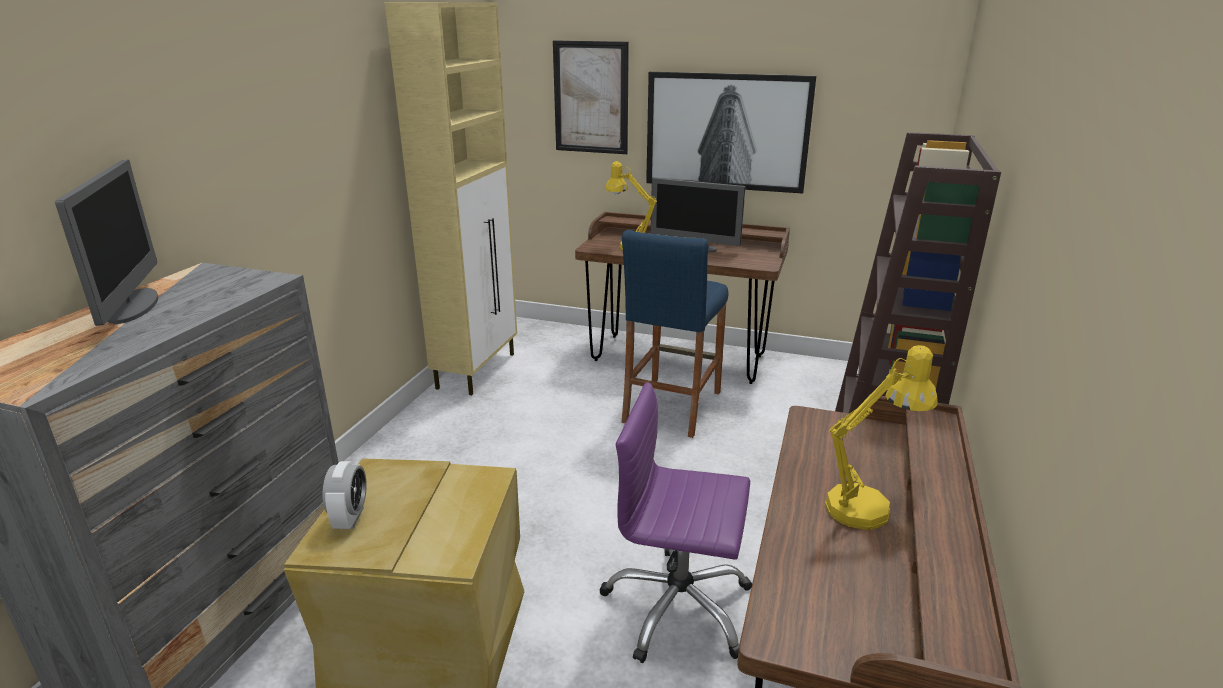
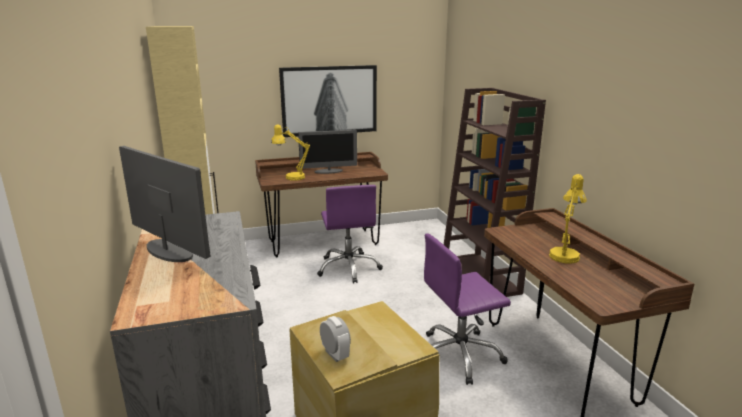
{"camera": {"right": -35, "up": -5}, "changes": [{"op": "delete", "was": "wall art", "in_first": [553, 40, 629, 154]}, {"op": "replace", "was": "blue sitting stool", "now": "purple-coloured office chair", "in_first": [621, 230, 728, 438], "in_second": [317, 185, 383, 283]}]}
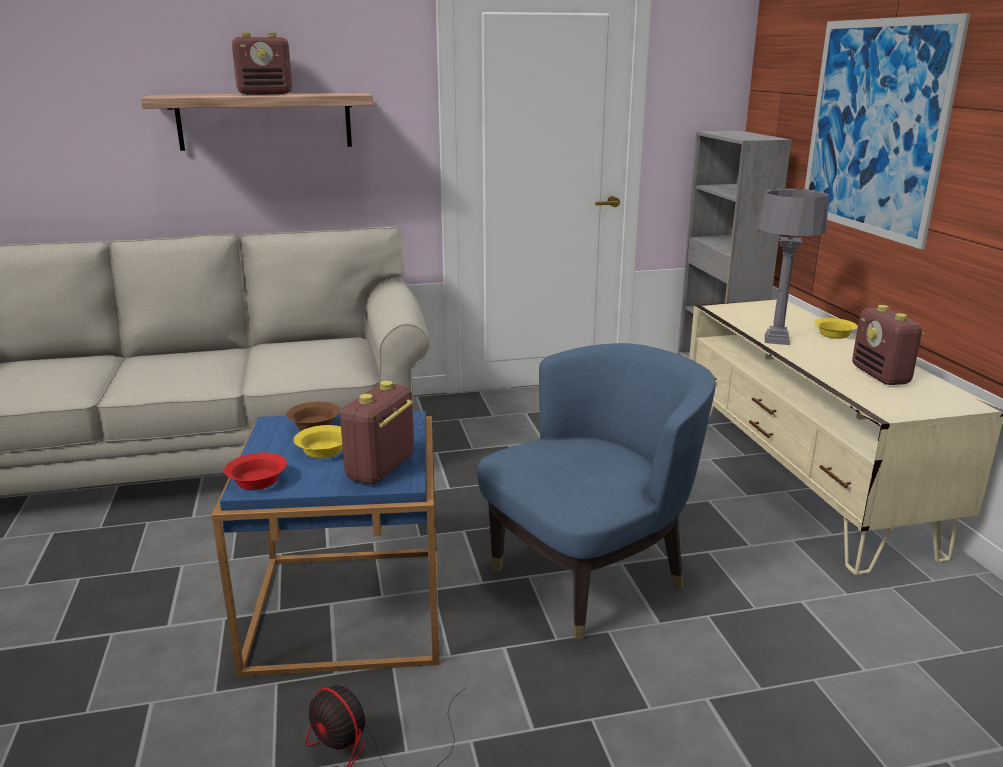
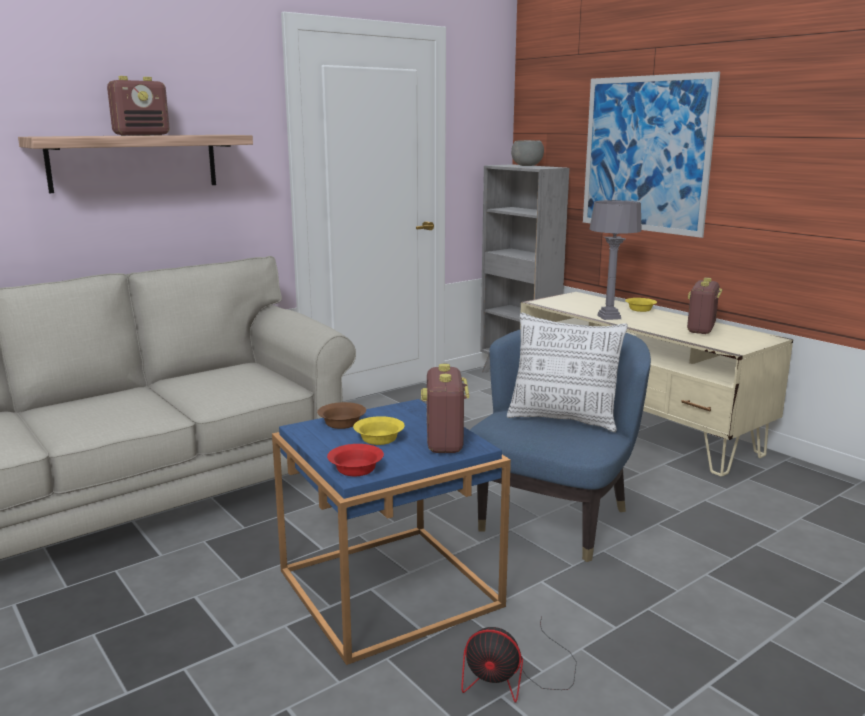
{"camera": {"right": -25, "up": -5}, "changes": [{"op": "insert", "now": "pillow", "in_second": [507, 313, 628, 432]}, {"op": "insert", "now": "greyish serving bowl", "in_second": [511, 140, 544, 166]}, {"op": "rotate", "was": "radio receiver", "in_first": [852, 305, 925, 385], "in_second": [687, 278, 722, 334], "clockwise": 60}]}
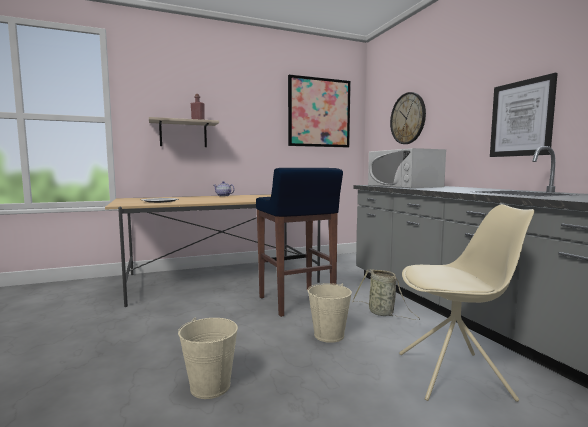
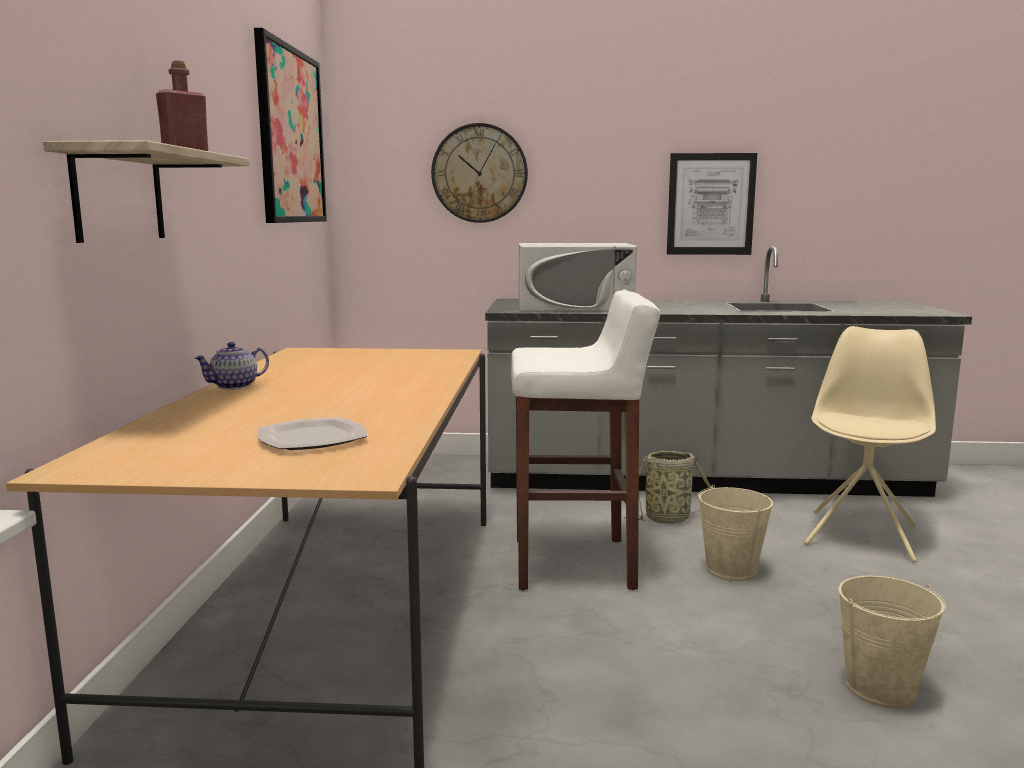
{"camera": {"right": -65, "up": 5}, "changes": [{"op": "recolor", "was": "blue sitting stool", "now": "white sitting stool", "in_first": [256, 168, 343, 317], "in_second": [511, 290, 660, 591]}]}
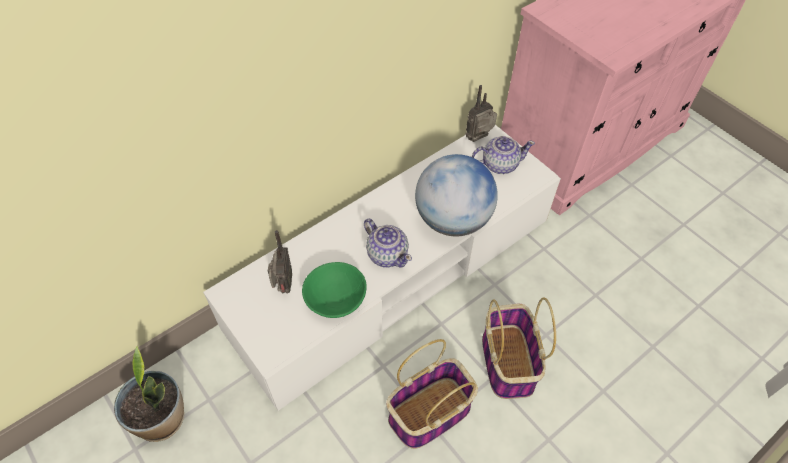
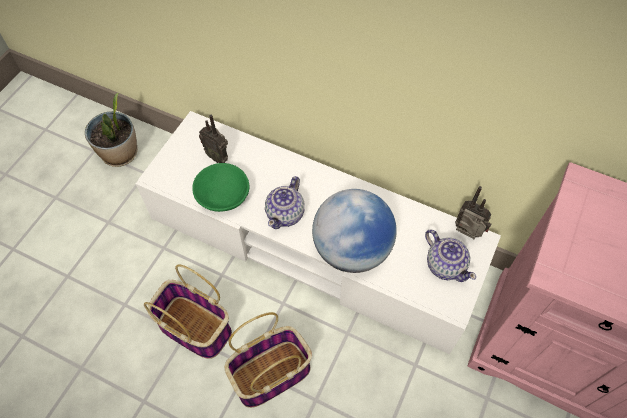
{"camera": {"right": 65, "up": 5}, "changes": [{"op": "rotate", "was": "radio receiver", "in_first": [268, 230, 292, 294], "in_second": [199, 115, 228, 163], "clockwise": 60}]}
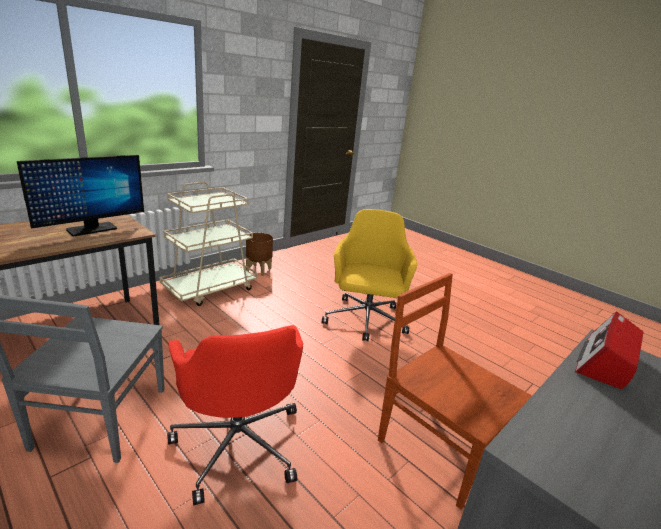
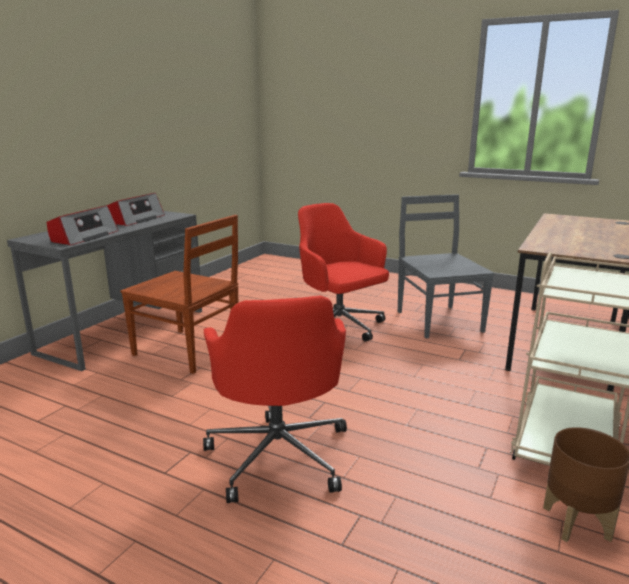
{"camera": {"right": 165, "up": -5}, "changes": [{"op": "delete", "was": "computer display", "in_first": [17, 155, 144, 236]}, {"op": "insert", "now": "radio receiver", "in_second": [107, 193, 165, 226]}, {"op": "recolor", "was": "yellow office chair", "now": "red office chair", "in_first": [322, 209, 417, 341], "in_second": [203, 296, 347, 503]}]}
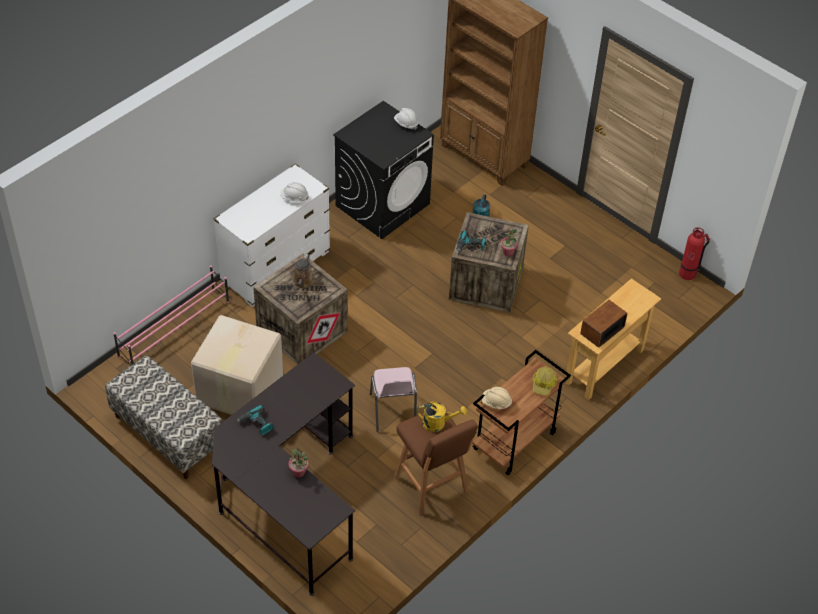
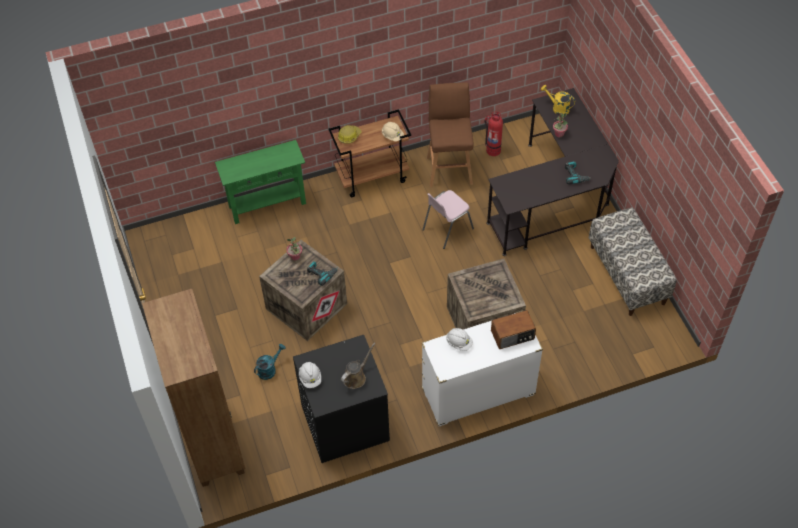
{"camera": {"right": -150, "up": 5}, "changes": [{"op": "delete", "was": "pink-coloured shoe shelf", "in_first": [113, 265, 229, 366]}, {"op": "delete", "was": "packing box", "in_first": [191, 315, 283, 415]}, {"op": "move", "was": "brownish watering can", "in_first": [292, 254, 315, 289], "in_second": [341, 343, 375, 389]}, {"op": "move", "was": "yellow watering can", "in_first": [417, 402, 467, 432], "in_second": [541, 85, 575, 115]}, {"op": "move", "was": "radio receiver", "in_first": [580, 300, 628, 348], "in_second": [491, 310, 536, 349]}, {"op": "move", "was": "fire-fighting cylinder", "in_first": [679, 227, 710, 280], "in_second": [485, 111, 503, 156]}, {"op": "recolor", "was": "beige narrow table", "now": "green narrow table", "in_first": [566, 278, 661, 400], "in_second": [215, 140, 306, 224]}, {"op": "rotate", "was": "pink-coloured chair", "in_first": [370, 367, 417, 432], "in_second": [422, 190, 474, 249], "clockwise": -150}]}
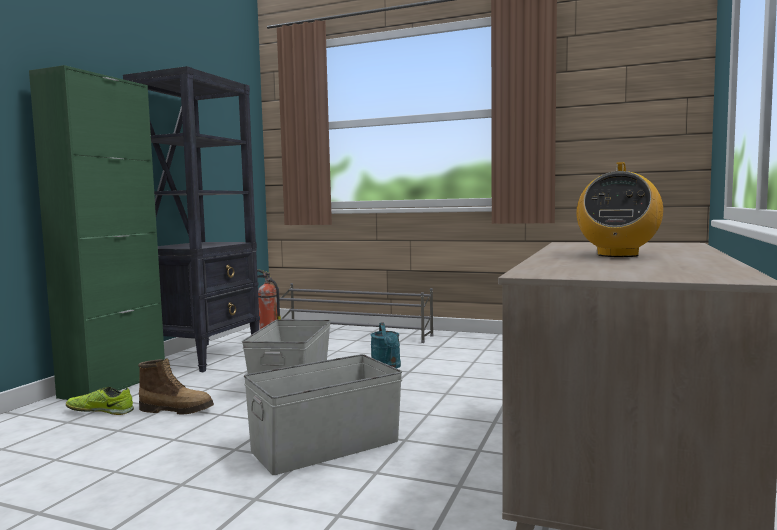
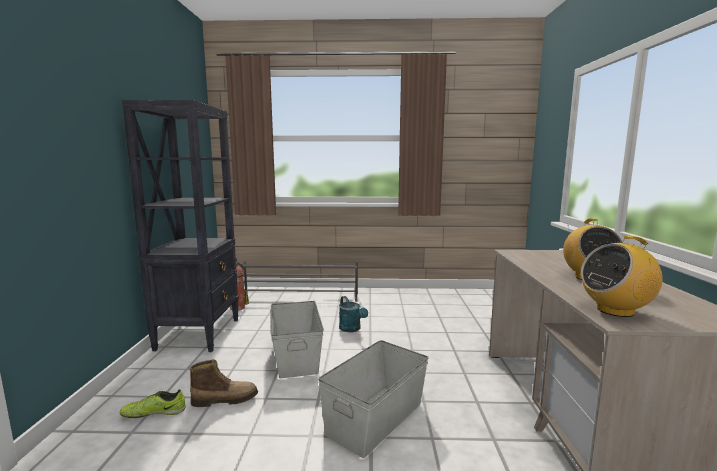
{"camera": {"right": -20, "up": 5}, "changes": [{"op": "delete", "was": "green storage cabinet", "in_first": [29, 65, 165, 400]}, {"op": "insert", "now": "radio receiver", "in_second": [581, 235, 663, 317]}]}
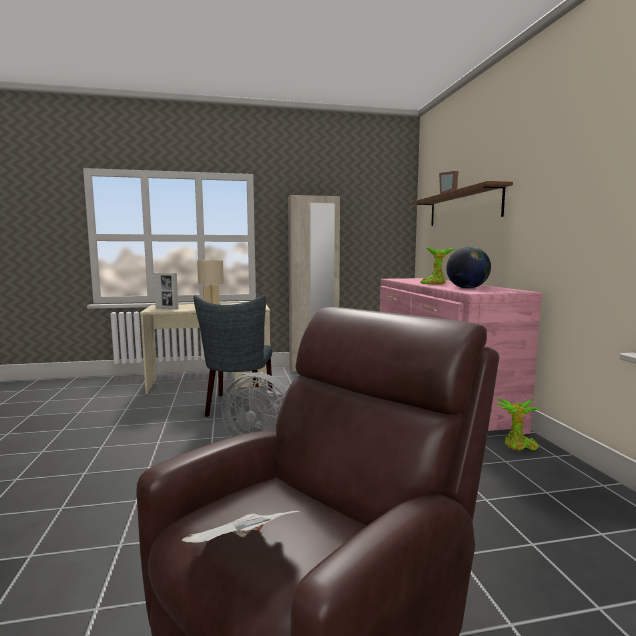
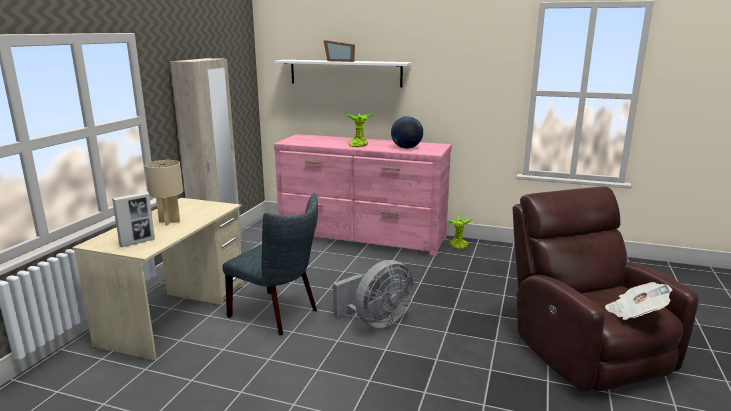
{"camera": {"right": -60, "up": 10}, "changes": [{"op": "recolor", "was": "brownish wall shelf", "now": "white wall shelf", "in_first": [410, 181, 513, 226], "in_second": [274, 60, 412, 87]}]}
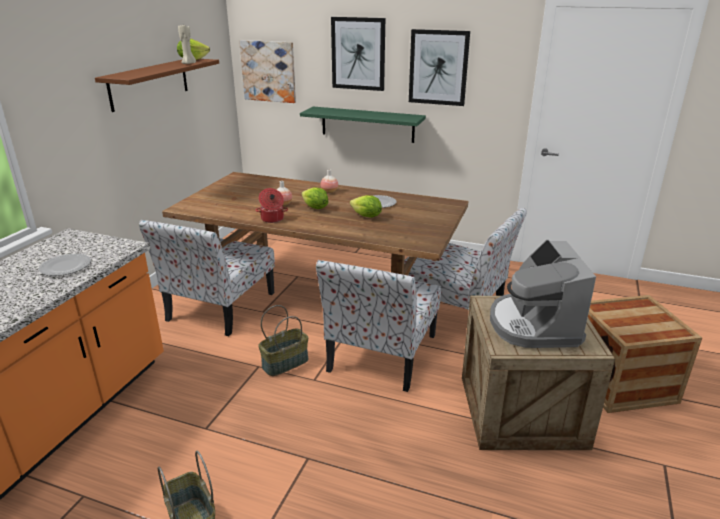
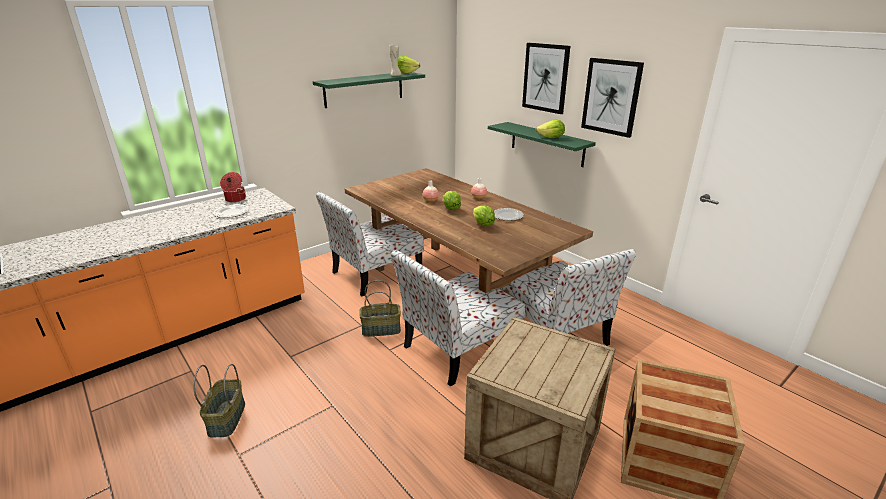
{"camera": {"right": 30, "up": 0}, "changes": [{"op": "delete", "was": "wall art", "in_first": [239, 40, 296, 103]}, {"op": "delete", "was": "coffee brewer", "in_first": [490, 240, 596, 348]}, {"op": "insert", "now": "lettuce", "in_second": [536, 120, 565, 138]}, {"op": "move", "was": "saucepot", "in_first": [256, 188, 288, 223], "in_second": [220, 172, 246, 202]}, {"op": "recolor", "was": "brownish wall shelf", "now": "green wall shelf", "in_first": [95, 59, 219, 112], "in_second": [313, 72, 425, 108]}]}
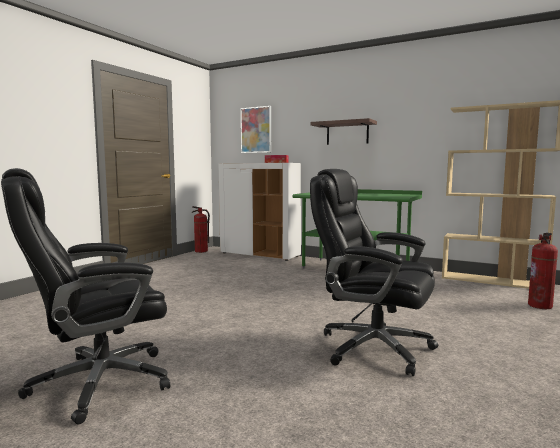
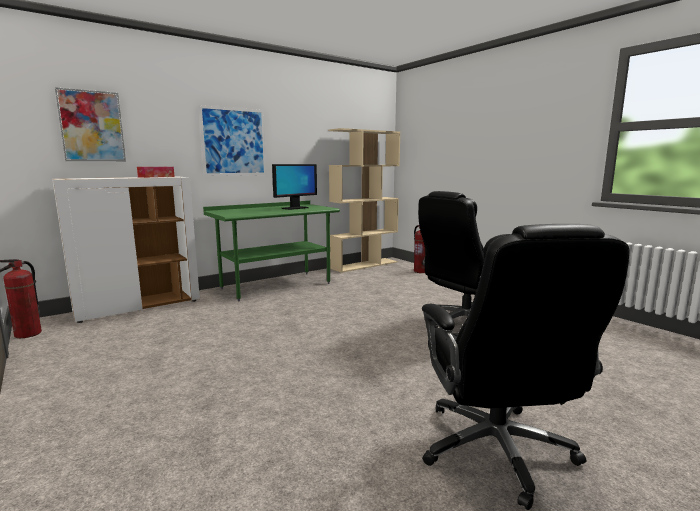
{"camera": {"right": -65, "up": 5}, "changes": [{"op": "insert", "now": "computer display", "in_second": [272, 164, 317, 210]}, {"op": "replace", "was": "wall shelf", "now": "wall art", "in_first": [310, 118, 377, 145], "in_second": [199, 105, 266, 176]}]}
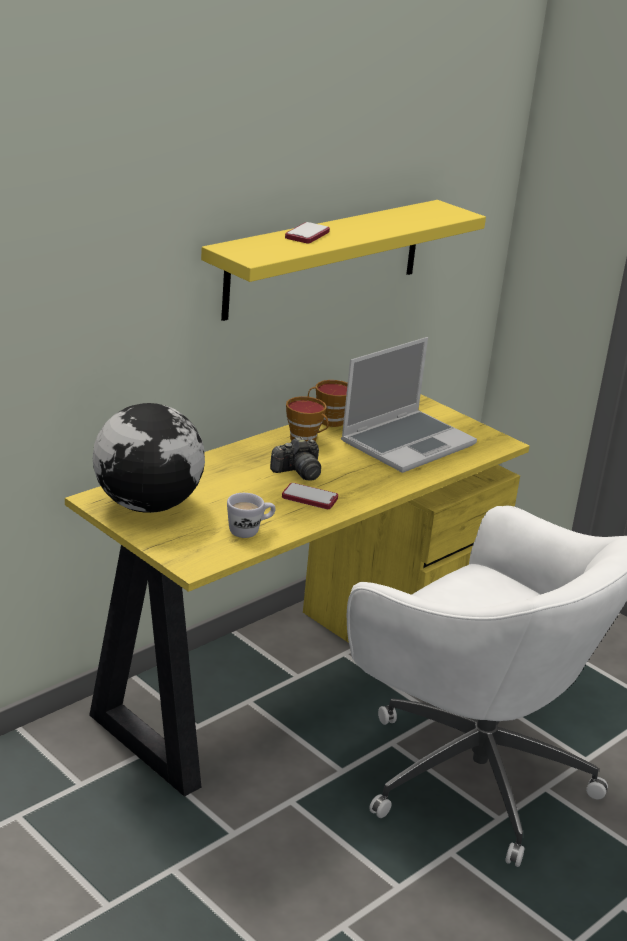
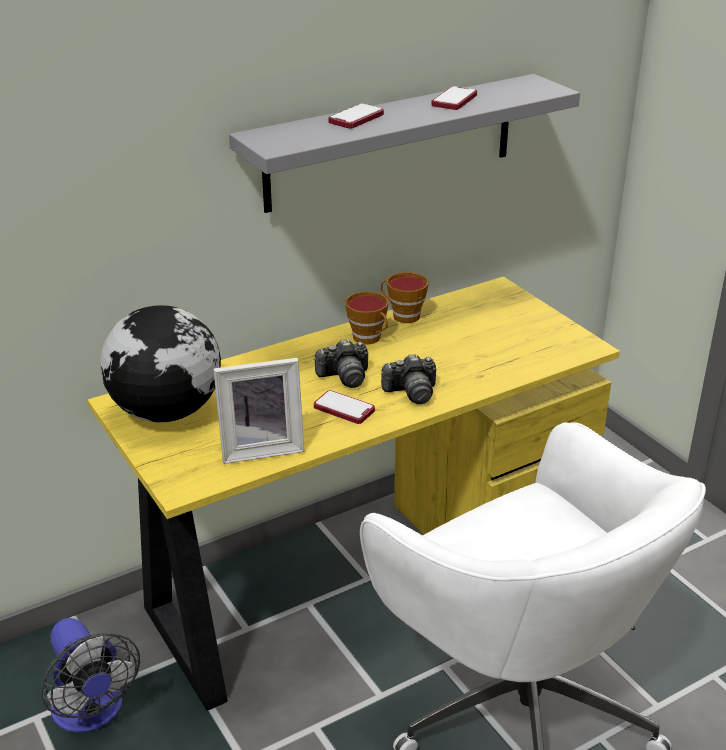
{"camera": {"right": 15, "up": 5}, "changes": [{"op": "delete", "was": "notebook computer", "in_first": [341, 337, 477, 473]}, {"op": "insert", "now": "electric fan", "in_second": [41, 618, 140, 733]}, {"op": "insert", "now": "still camera", "in_second": [381, 354, 436, 404]}, {"op": "insert", "now": "telephone", "in_second": [431, 86, 477, 110]}, {"op": "replace", "was": "white tea mug", "now": "standing frame", "in_first": [227, 493, 276, 538], "in_second": [213, 358, 304, 464]}, {"op": "recolor", "was": "yellow wall shelf", "now": "greyish wall shelf", "in_first": [201, 200, 486, 321], "in_second": [229, 74, 580, 213]}]}
